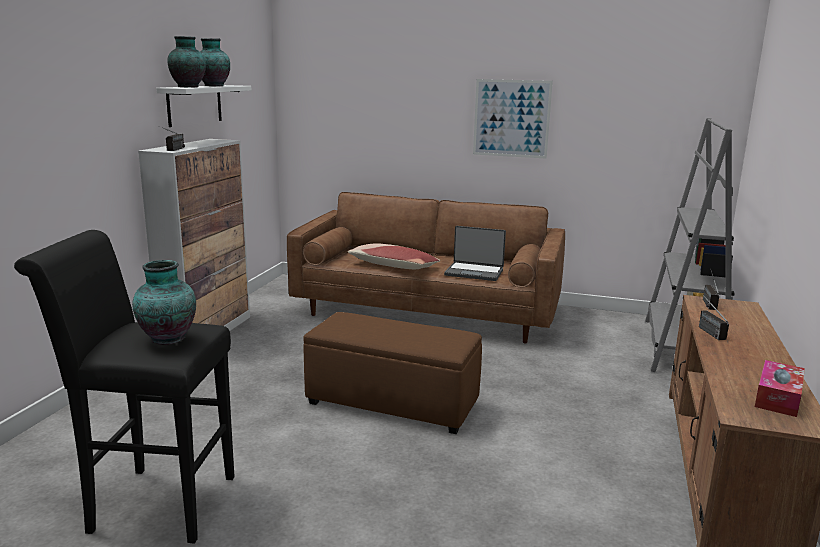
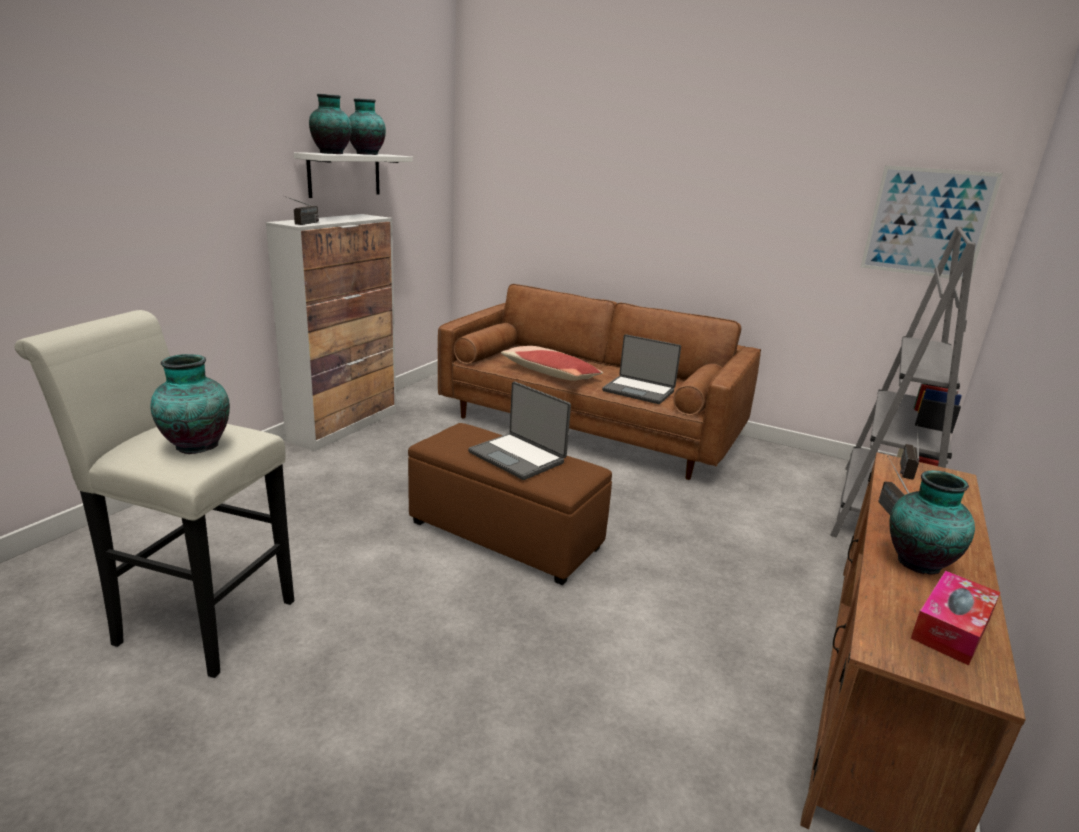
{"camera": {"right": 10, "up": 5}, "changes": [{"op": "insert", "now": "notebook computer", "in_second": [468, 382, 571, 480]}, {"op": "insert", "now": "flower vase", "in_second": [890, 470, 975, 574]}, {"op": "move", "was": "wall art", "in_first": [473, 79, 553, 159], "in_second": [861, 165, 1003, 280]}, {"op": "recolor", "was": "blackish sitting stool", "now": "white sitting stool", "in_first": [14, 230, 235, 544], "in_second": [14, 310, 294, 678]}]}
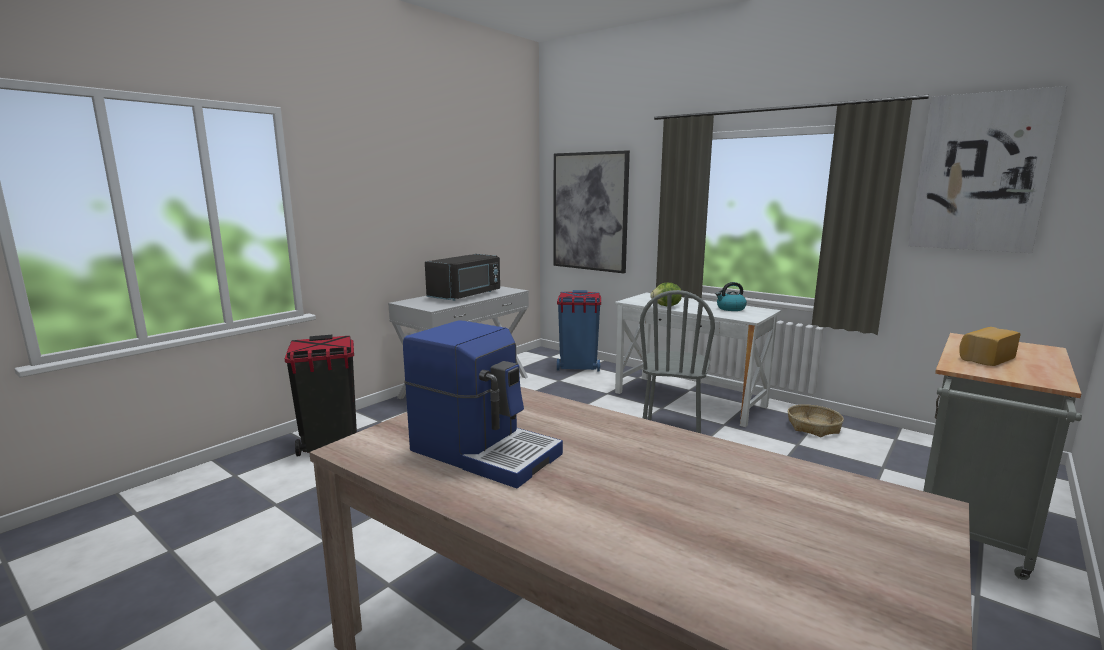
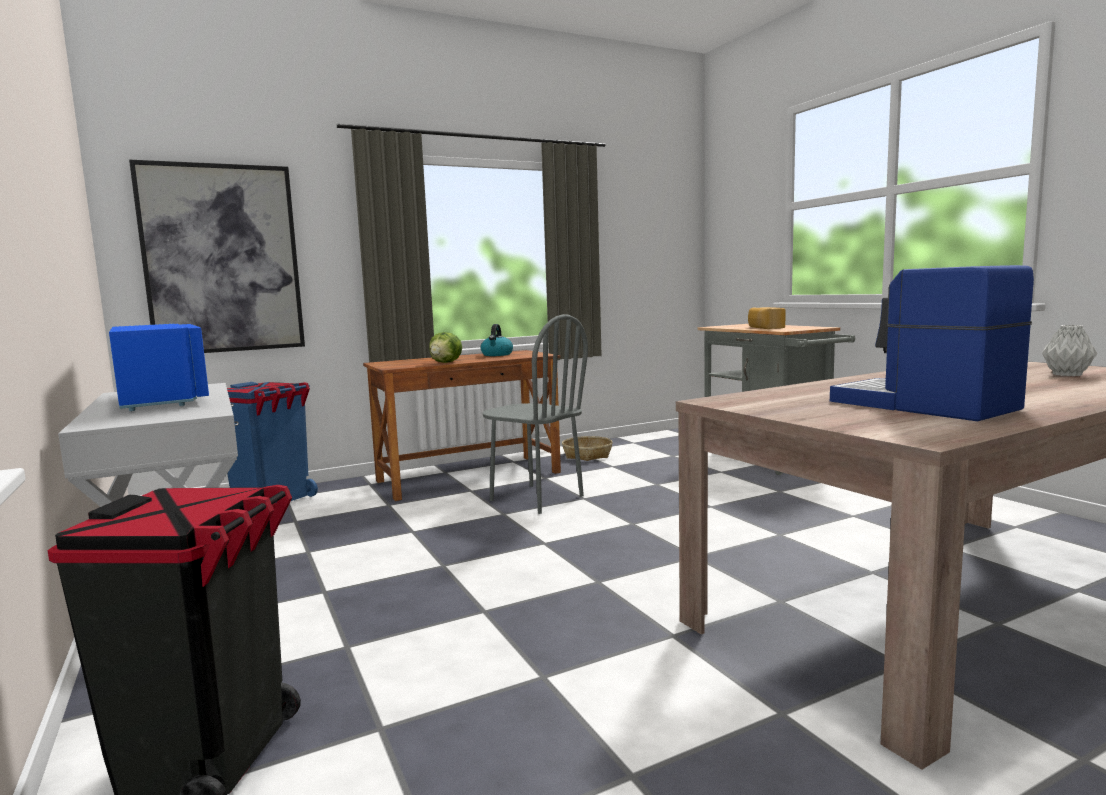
{"camera": {"right": -65, "up": -5}, "changes": [{"op": "delete", "was": "wall art", "in_first": [908, 86, 1067, 253]}, {"op": "insert", "now": "greyish flower vase", "in_second": [1042, 325, 1097, 376]}, {"op": "recolor", "was": "blackish microwave", "now": "blue microwave", "in_first": [425, 254, 500, 301], "in_second": [109, 324, 209, 411]}, {"op": "recolor", "was": "white desk", "now": "brownish desk", "in_first": [615, 293, 781, 427], "in_second": [363, 350, 561, 501]}, {"op": "rotate", "was": "coffee brewer", "in_first": [403, 321, 563, 488], "in_second": [830, 265, 1034, 421], "clockwise": -90}]}
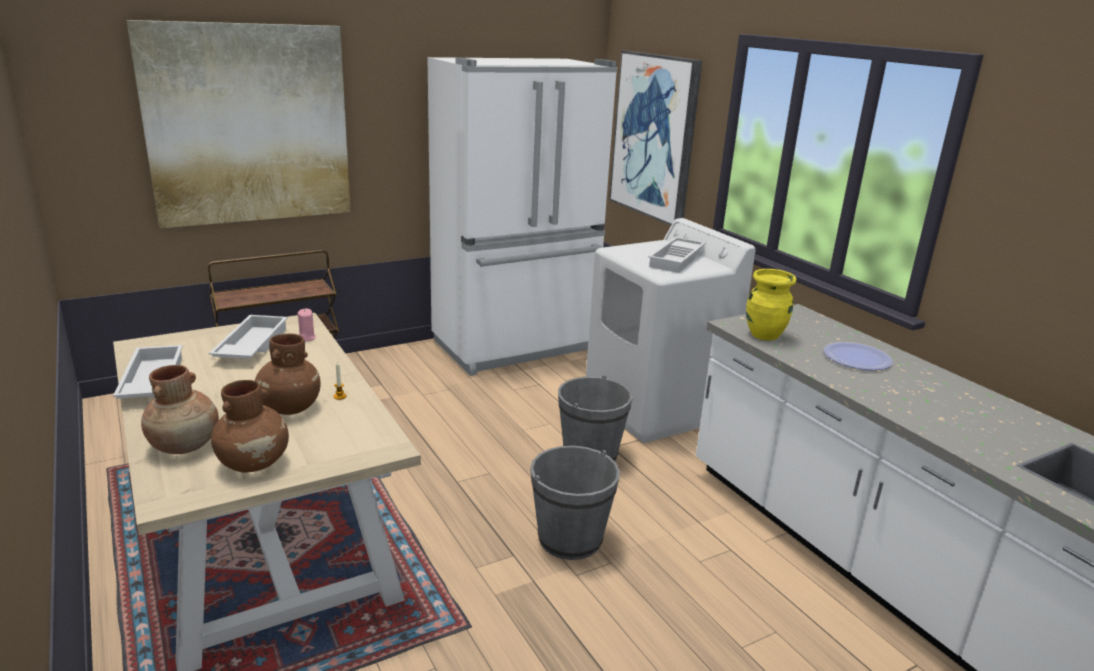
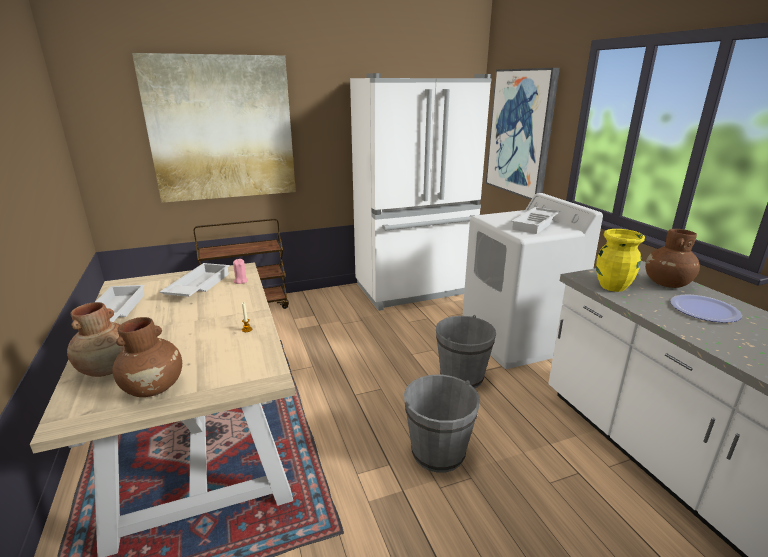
{"camera": {"right": 10, "up": 0}, "changes": [{"op": "move", "was": "brownish flower vase", "in_first": [255, 334, 321, 415], "in_second": [645, 229, 700, 288]}]}
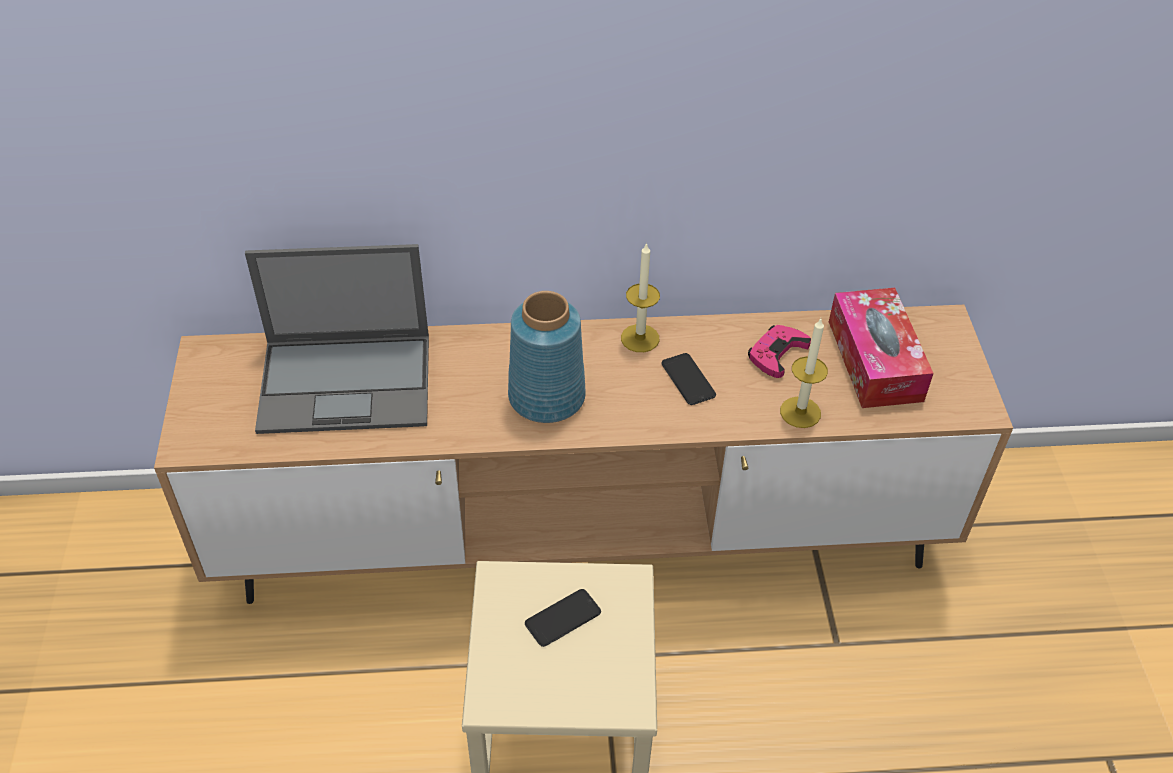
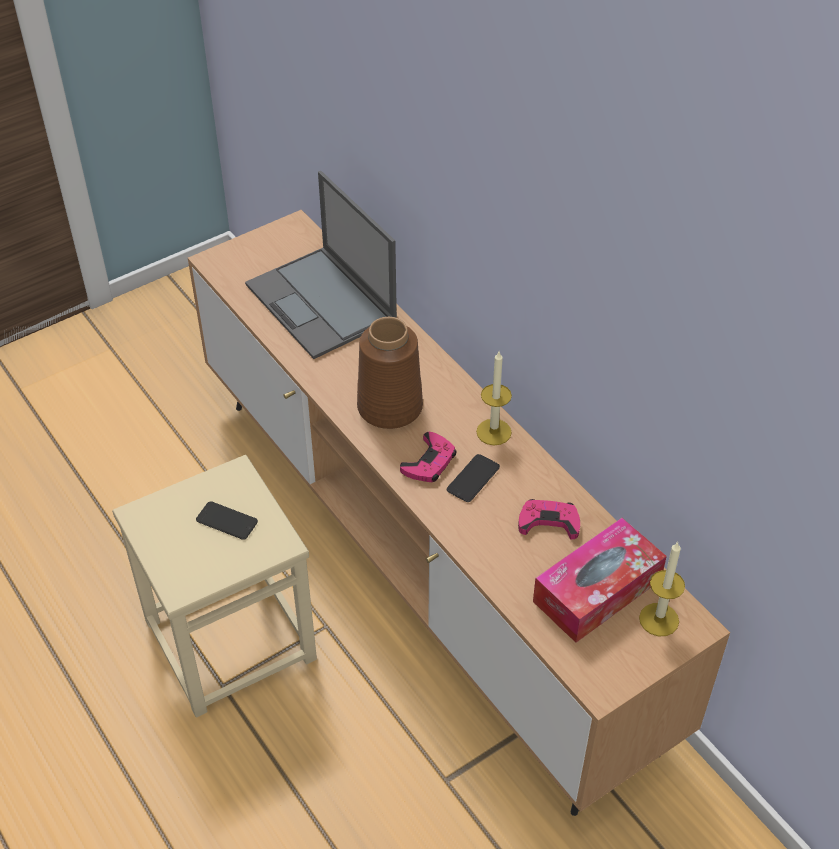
{"camera": {"right": 60, "up": 0}, "changes": [{"op": "insert", "now": "pink-coloured gamepad", "in_second": [400, 432, 456, 482]}, {"op": "move", "was": "candle", "in_first": [780, 319, 828, 428], "in_second": [639, 542, 685, 636]}, {"op": "recolor", "was": "blue flower vase", "now": "brownish flower vase", "in_first": [508, 291, 586, 423], "in_second": [357, 317, 423, 429]}]}
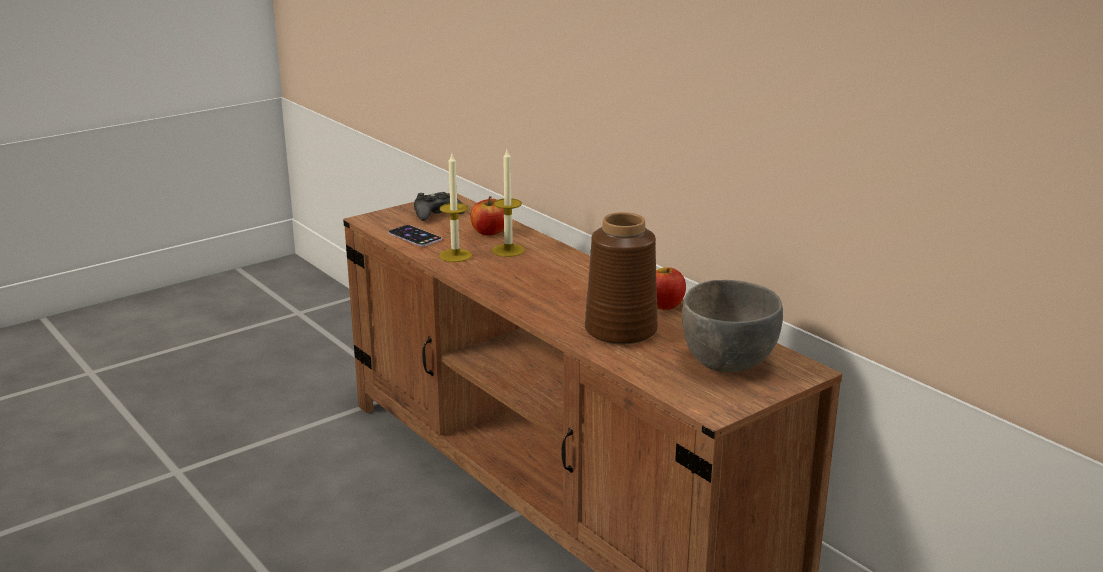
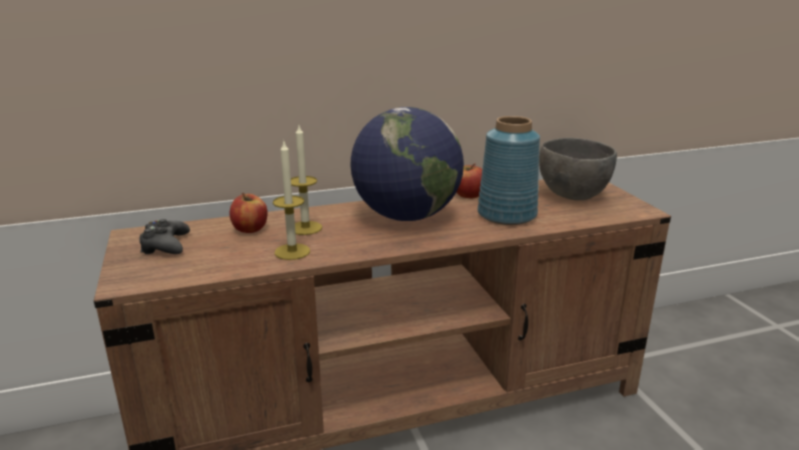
{"camera": {"right": -70, "up": 0}, "changes": [{"op": "delete", "was": "telephone", "in_first": [388, 225, 442, 246]}, {"op": "insert", "now": "desk globe", "in_second": [350, 107, 464, 221]}, {"op": "recolor", "was": "brownish flower vase", "now": "blue flower vase", "in_first": [585, 212, 658, 345], "in_second": [478, 116, 540, 225]}]}
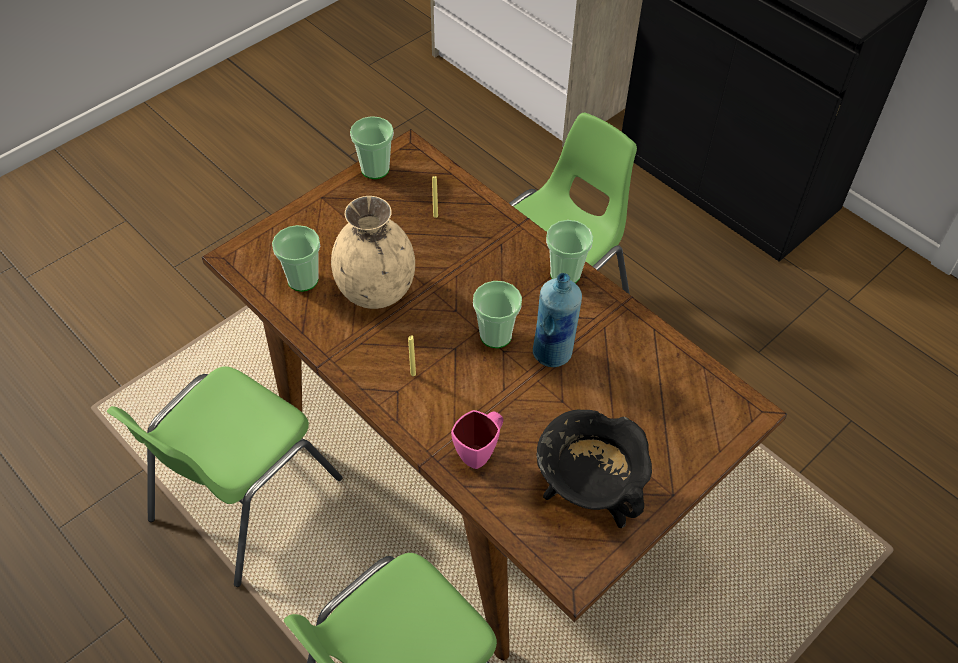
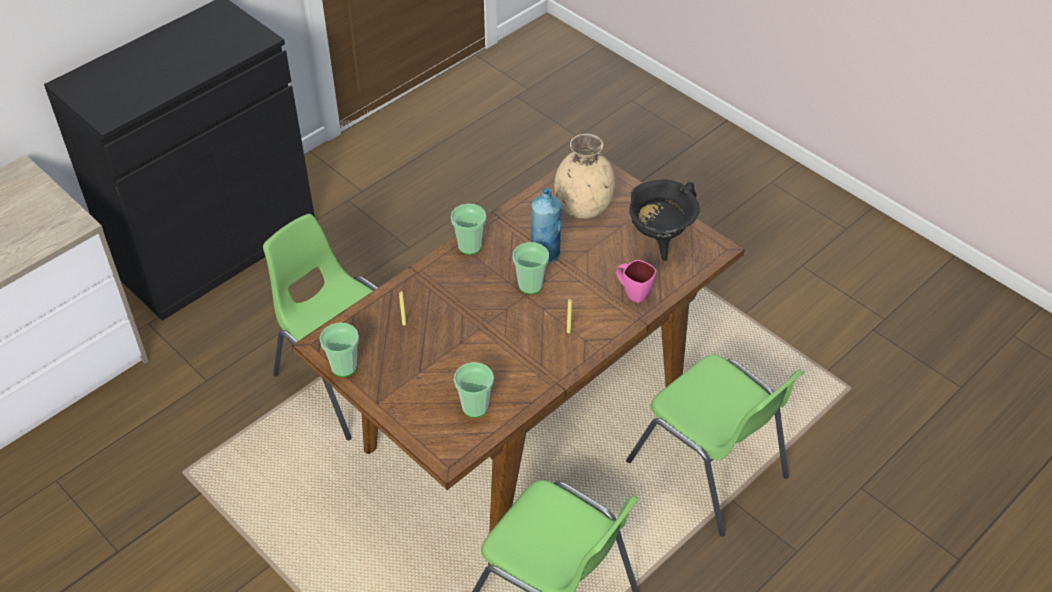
{"camera": {"right": -90, "up": -5}, "changes": [{"op": "move", "was": "beige flower vase", "in_first": [331, 196, 415, 309], "in_second": [554, 134, 615, 219]}]}
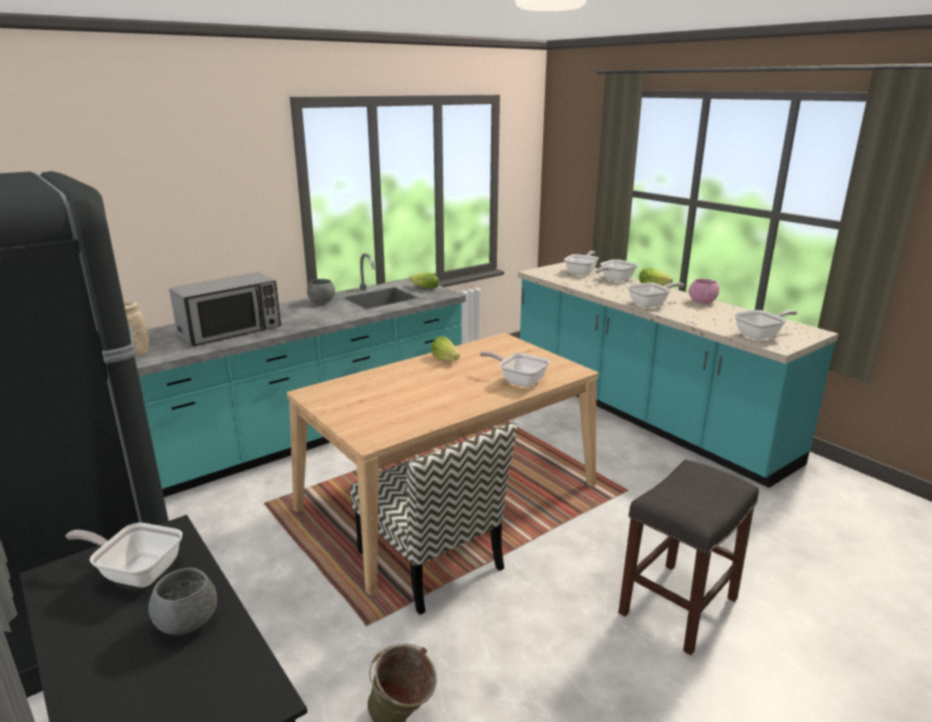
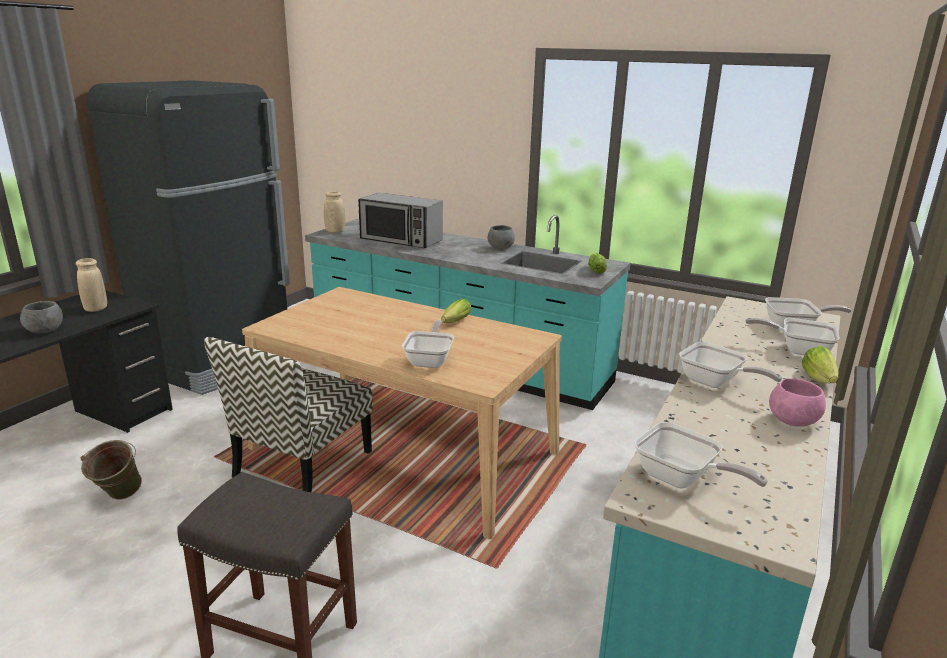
{"camera": {"right": 65, "up": 0}, "changes": [{"op": "replace", "was": "skillet", "now": "beige flower vase", "in_first": [66, 523, 183, 587], "in_second": [76, 258, 107, 312]}]}
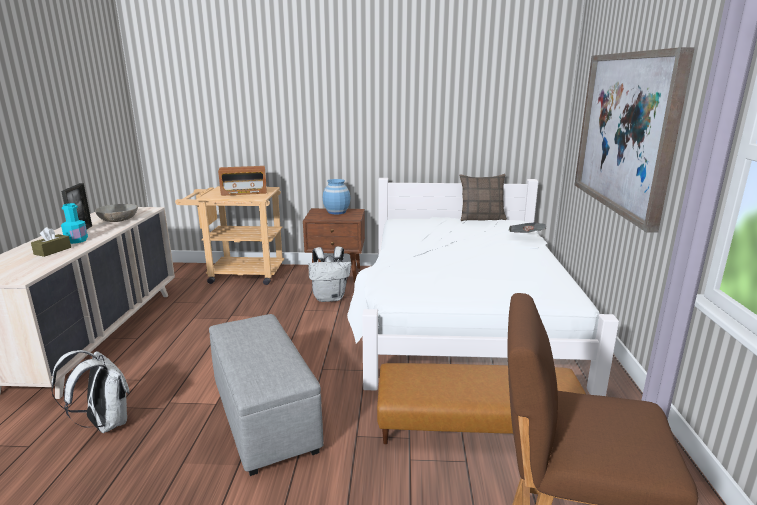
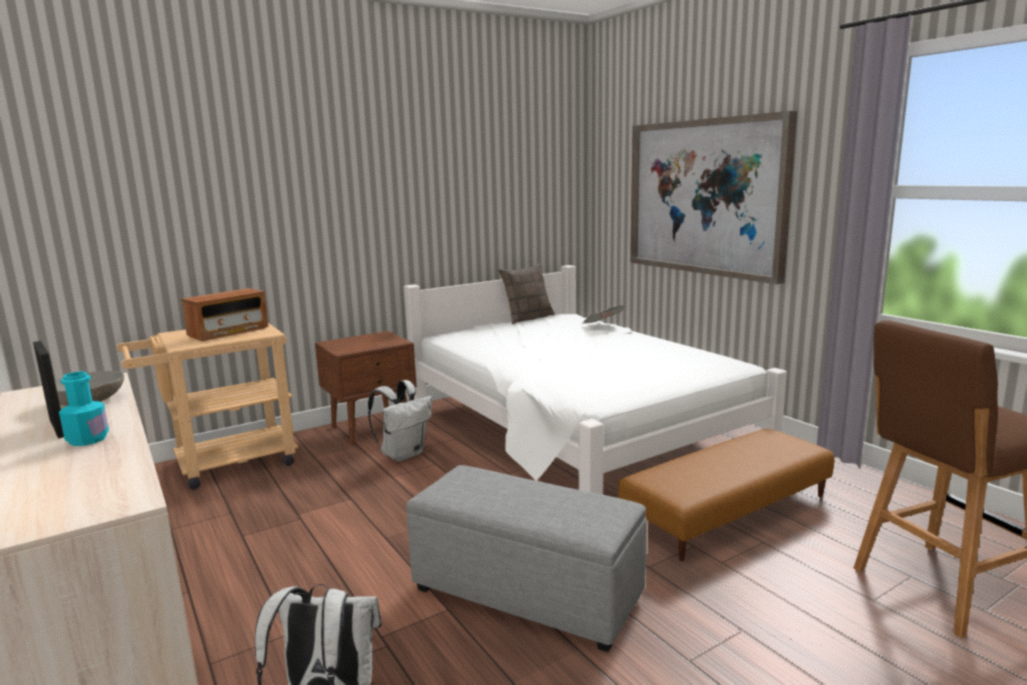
{"camera": {"right": -35, "up": -5}, "changes": [{"op": "delete", "was": "brownish tissue holder", "in_first": [31, 227, 71, 257]}, {"op": "delete", "was": "blue flower vase", "in_first": [323, 179, 351, 214]}]}
